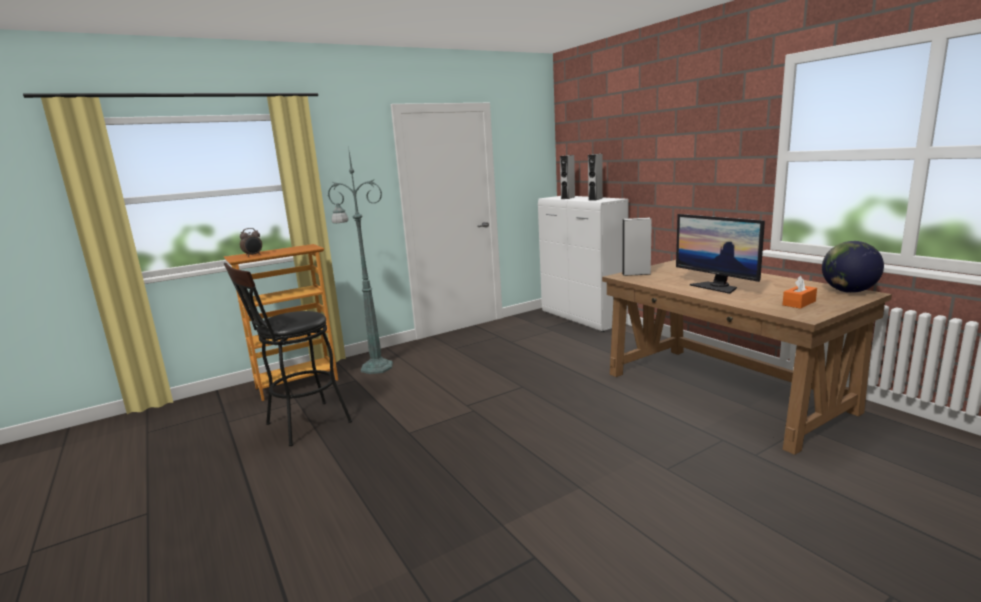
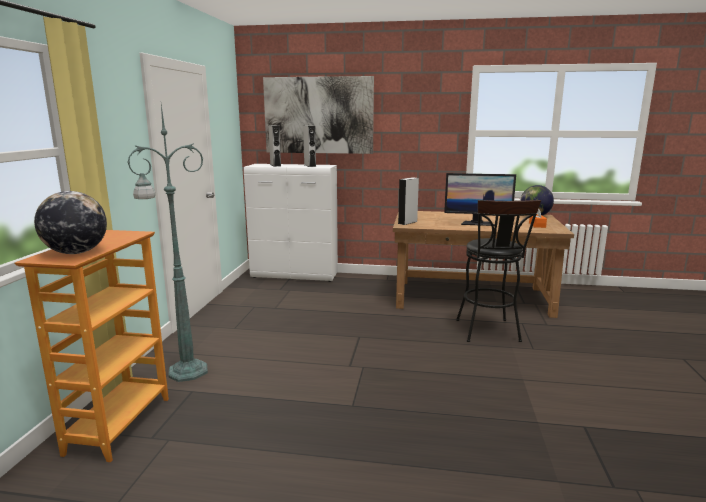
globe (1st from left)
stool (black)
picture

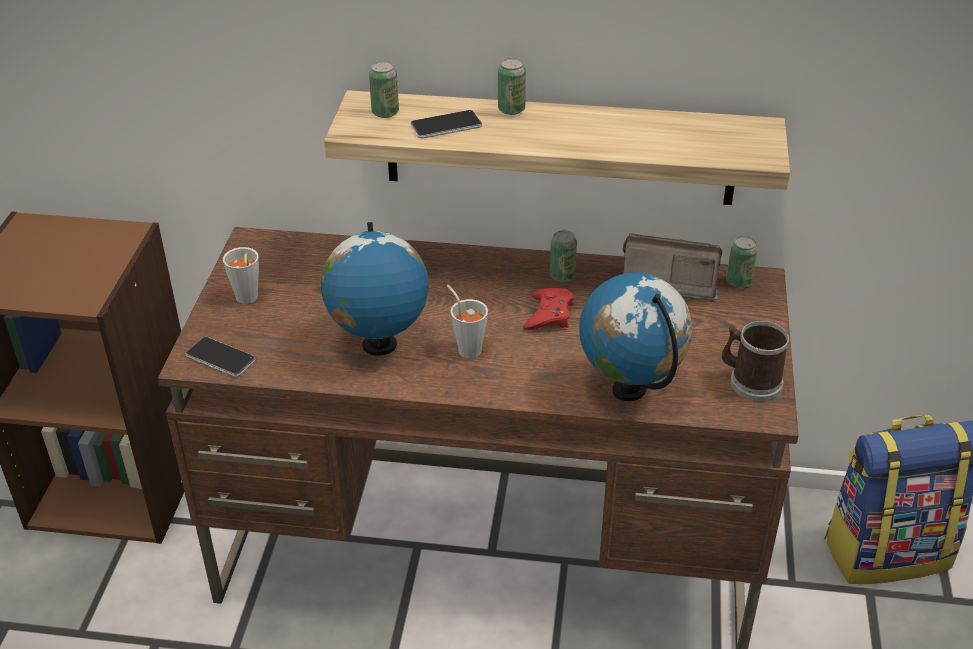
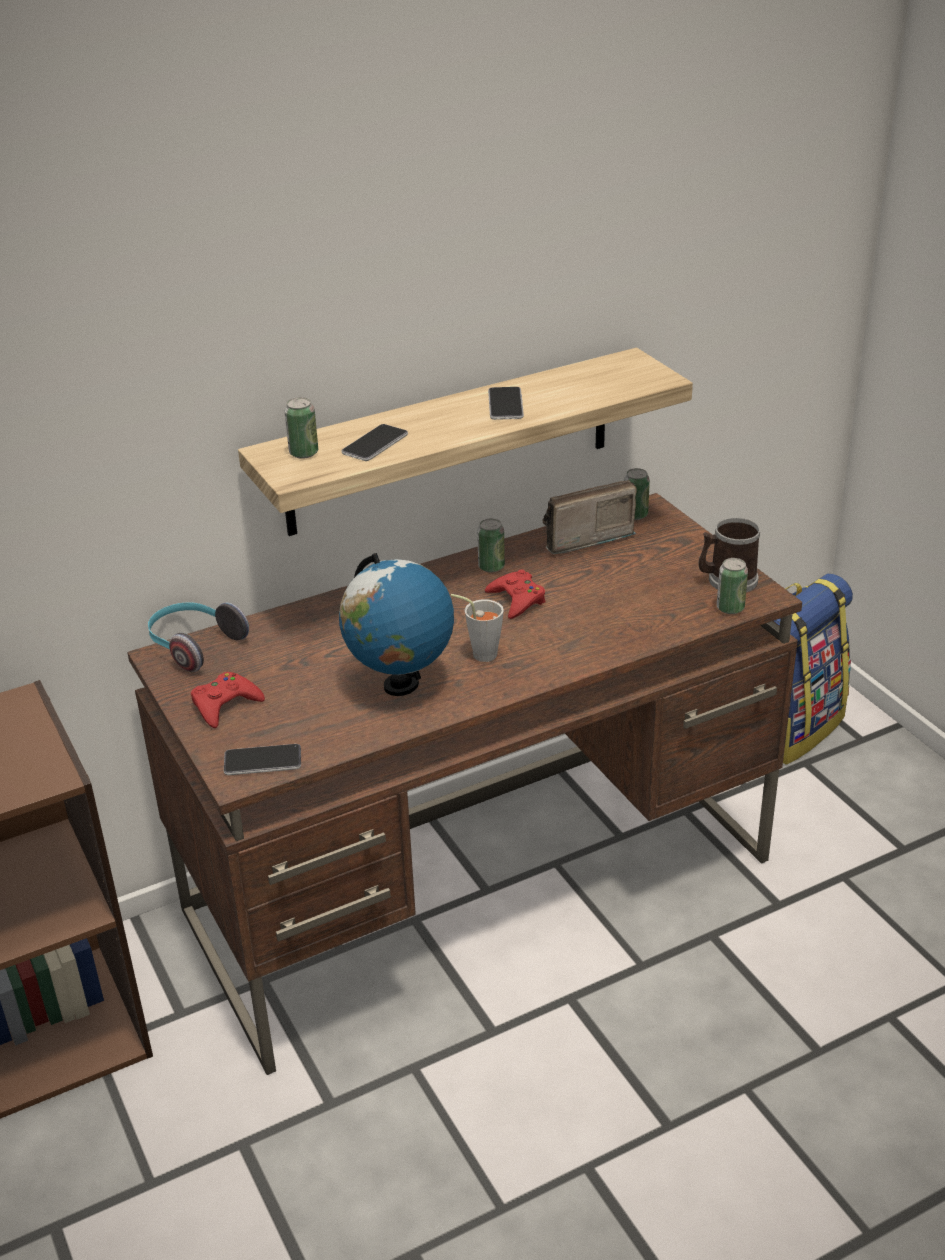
can (4th from left)
game controller (red) (1st from left)
globe (2nd from left in the first image)
phone (3rd from left)
headphones

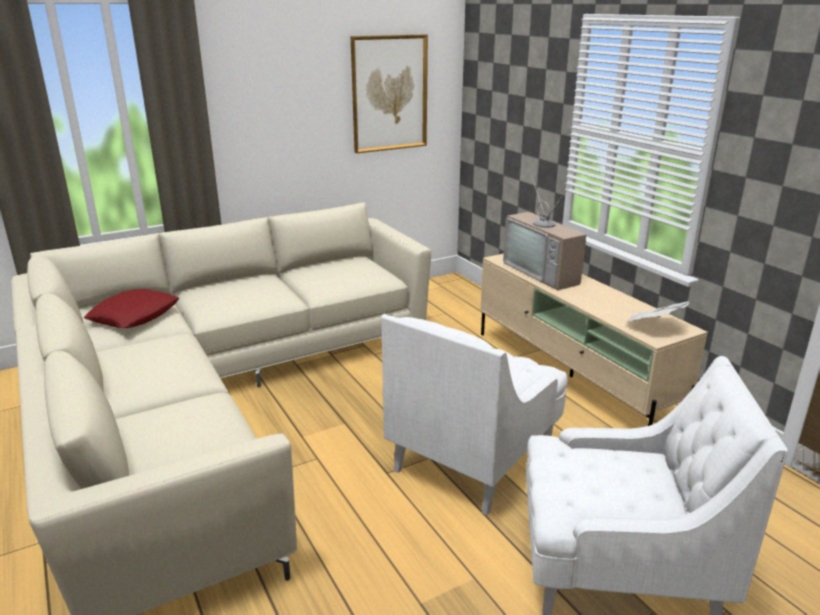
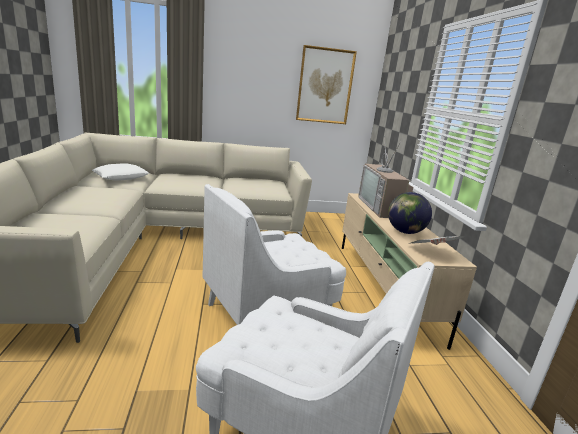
pillow (white)
globe

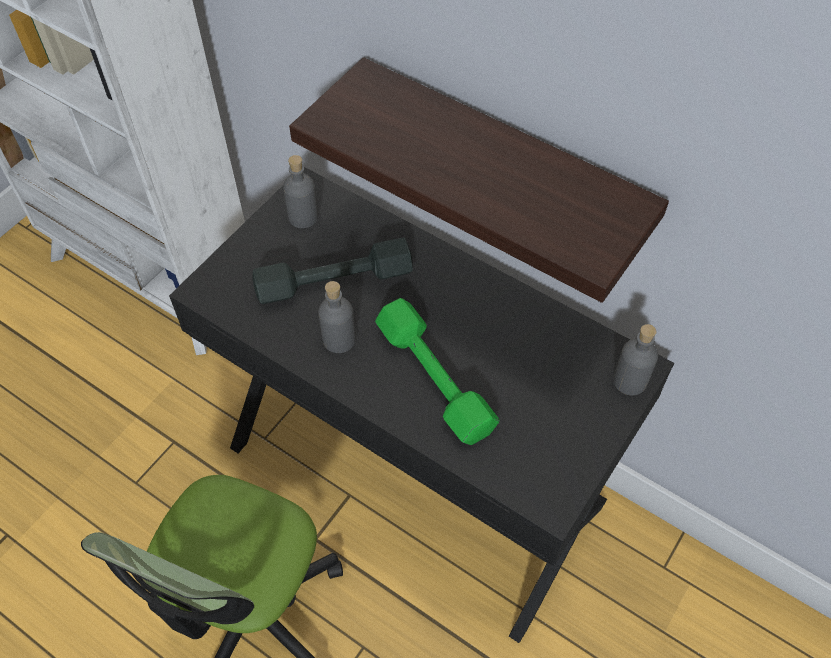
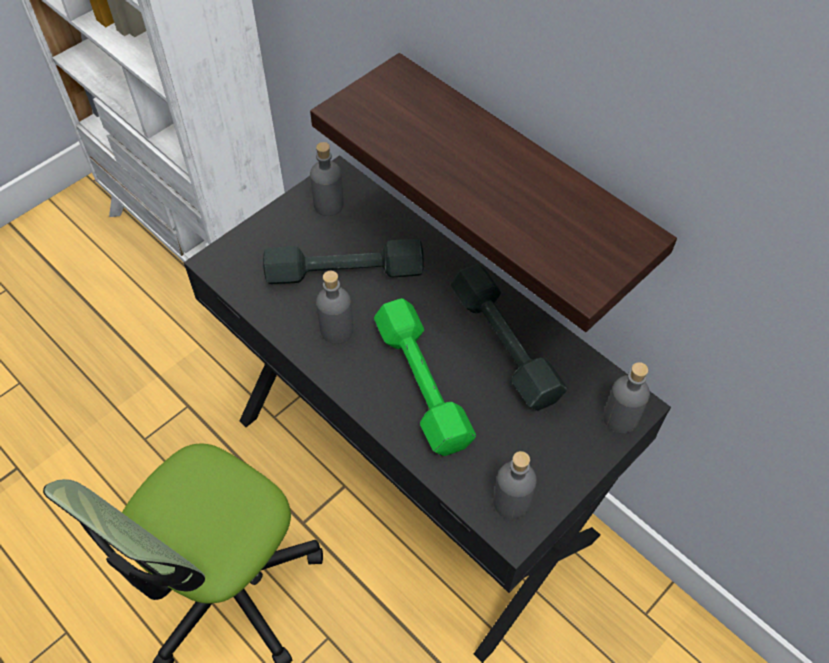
dumbbell (grey) (2nd from left)
bottle (grey) (3rd from left)

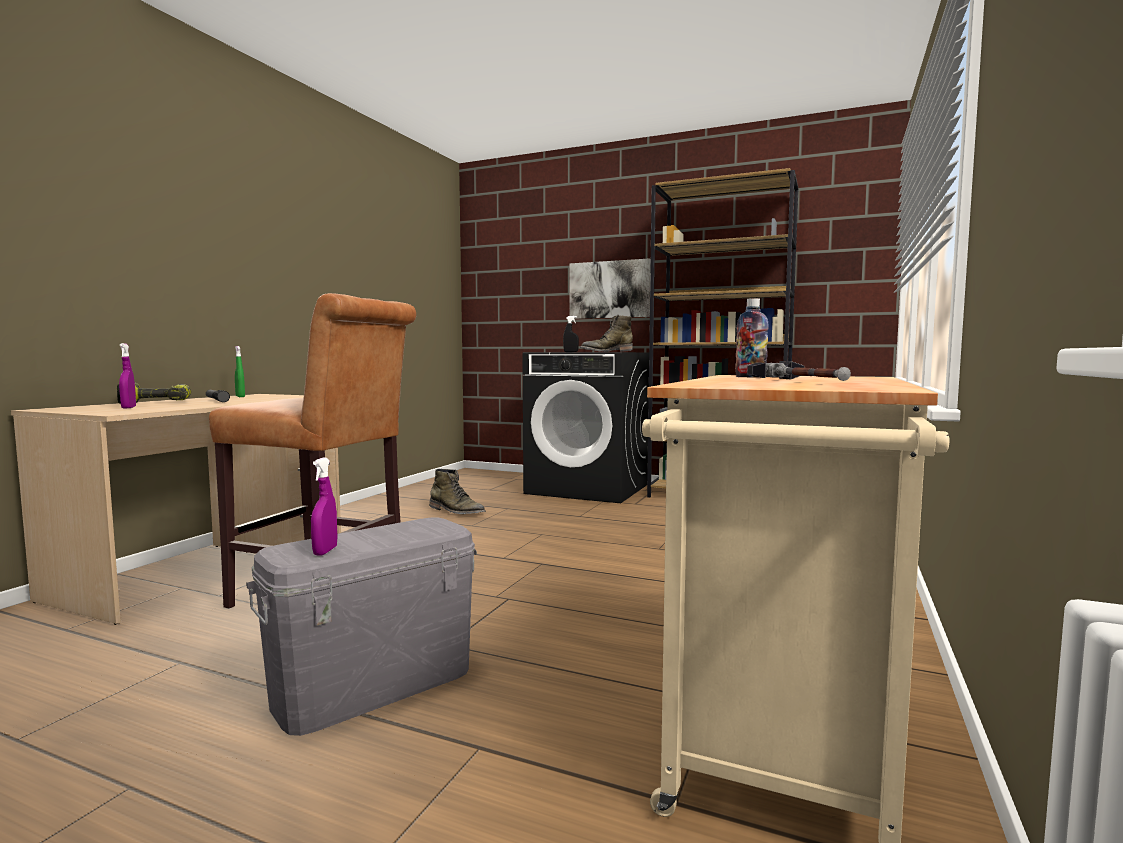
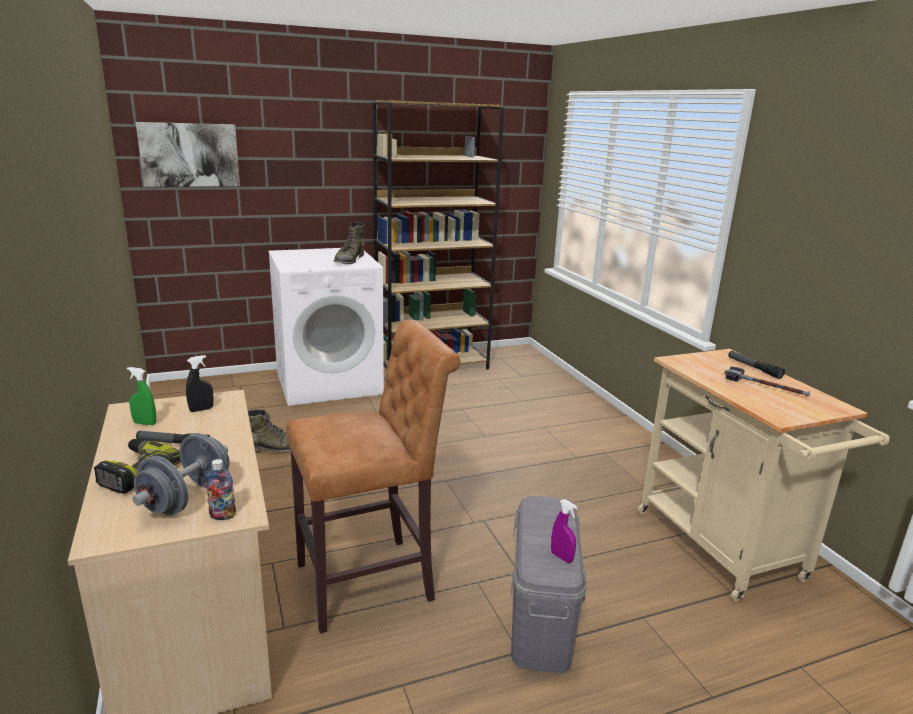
picture
bottle
spray bottle (black)
dumbbell (grey)
washing machine (white)
flashlight (2nd from left)

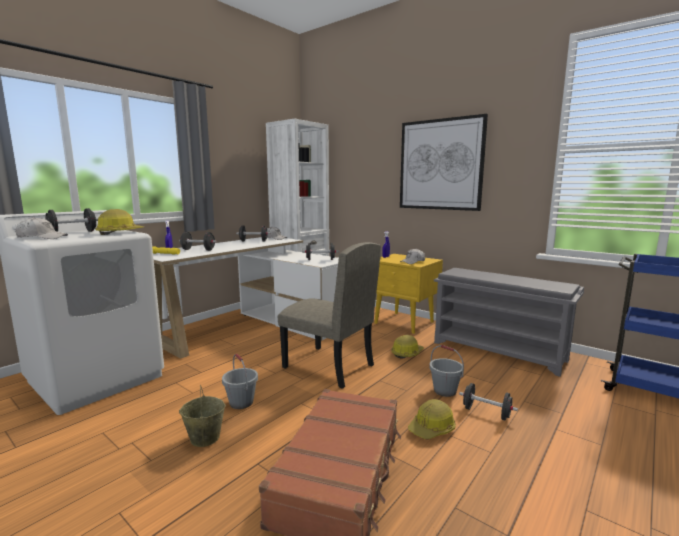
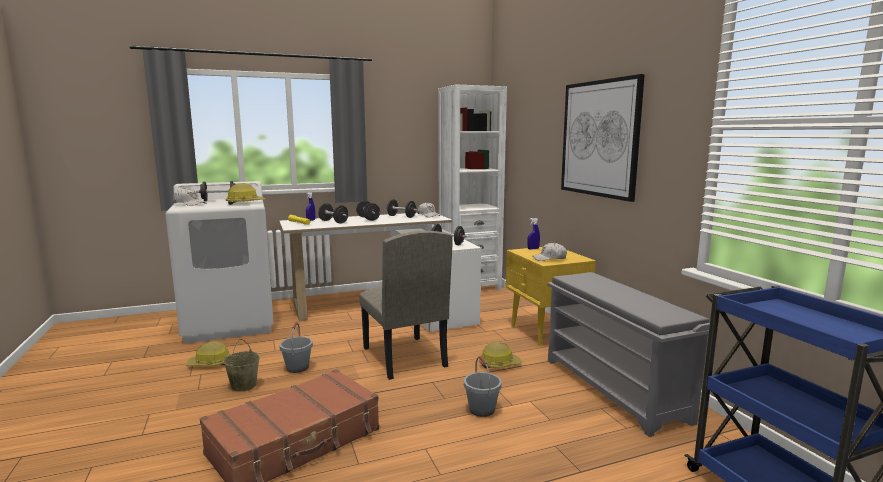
dumbbell (black) (3rd from left)
hard hat (1st from left)

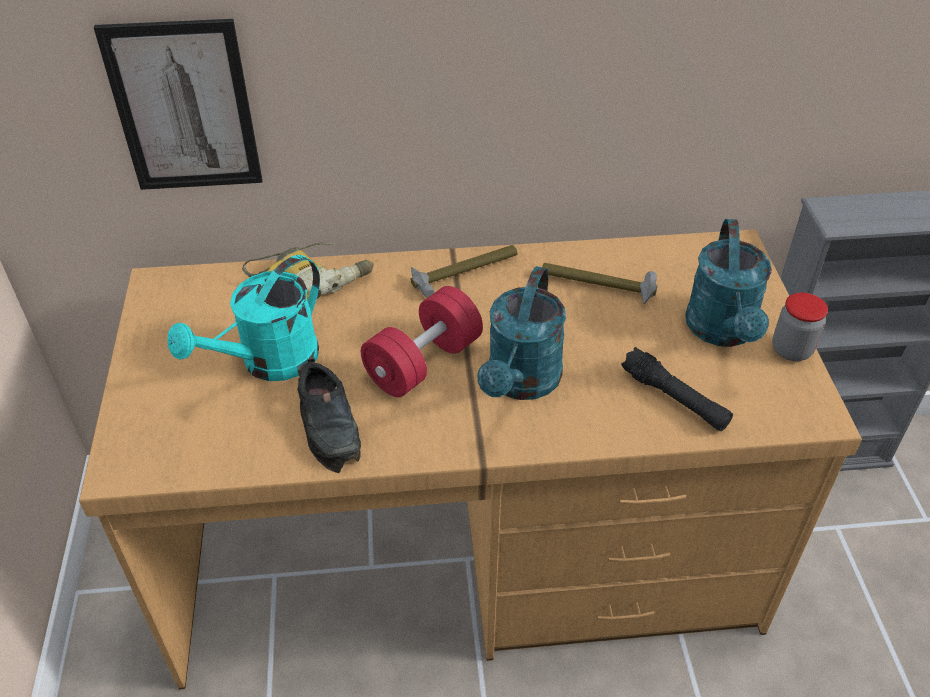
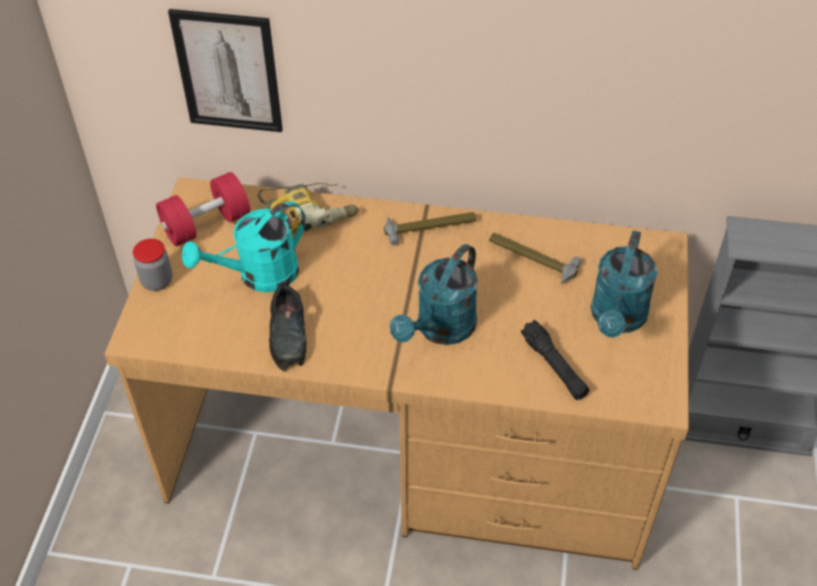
dumbbell (red)
jar

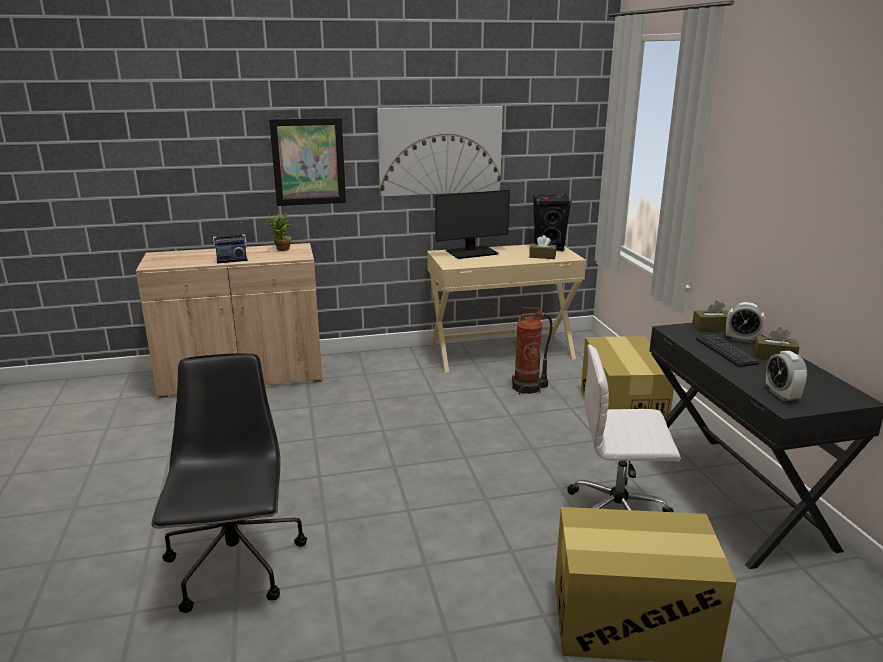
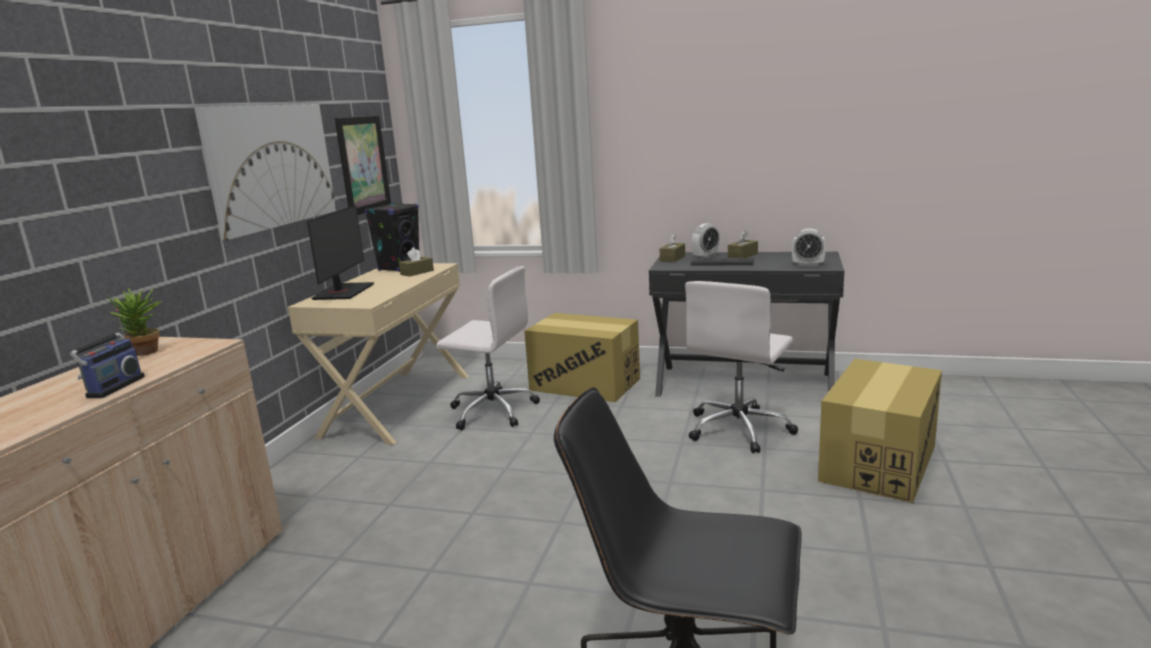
picture (2nd from left)
office chair (white) (1st from left)

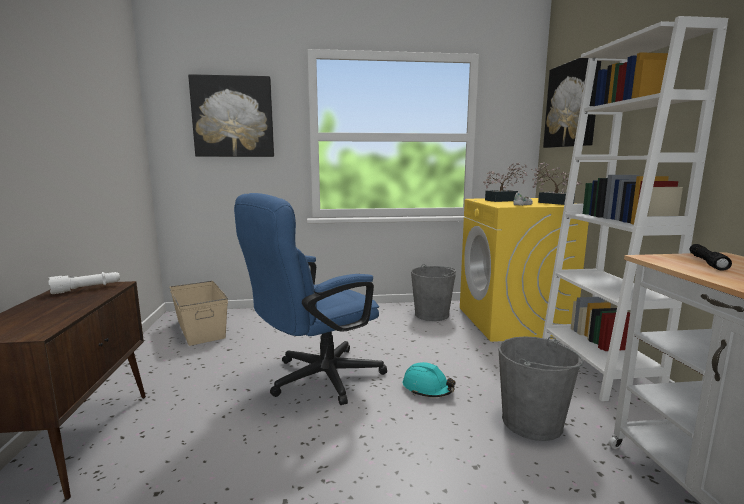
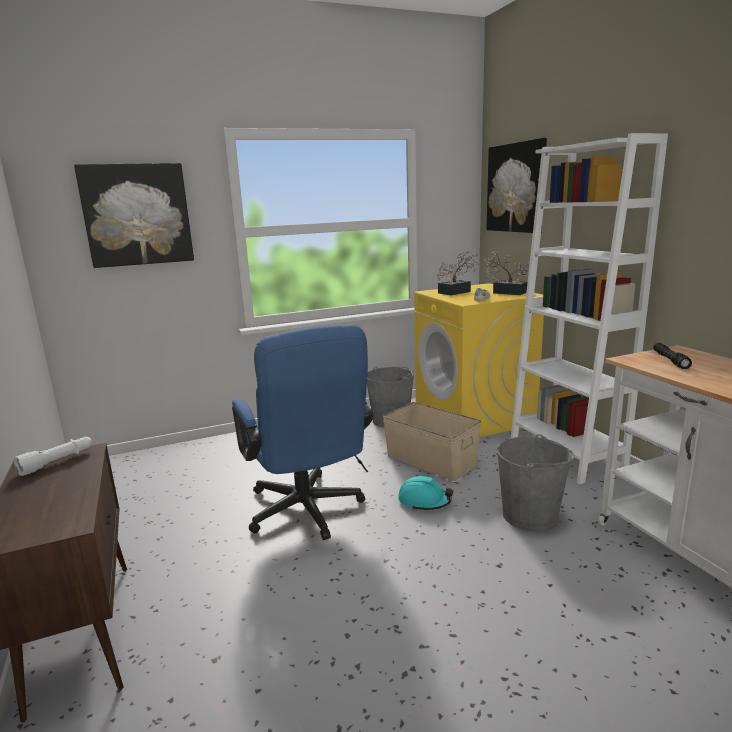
office chair (blue)
storage box (beige)

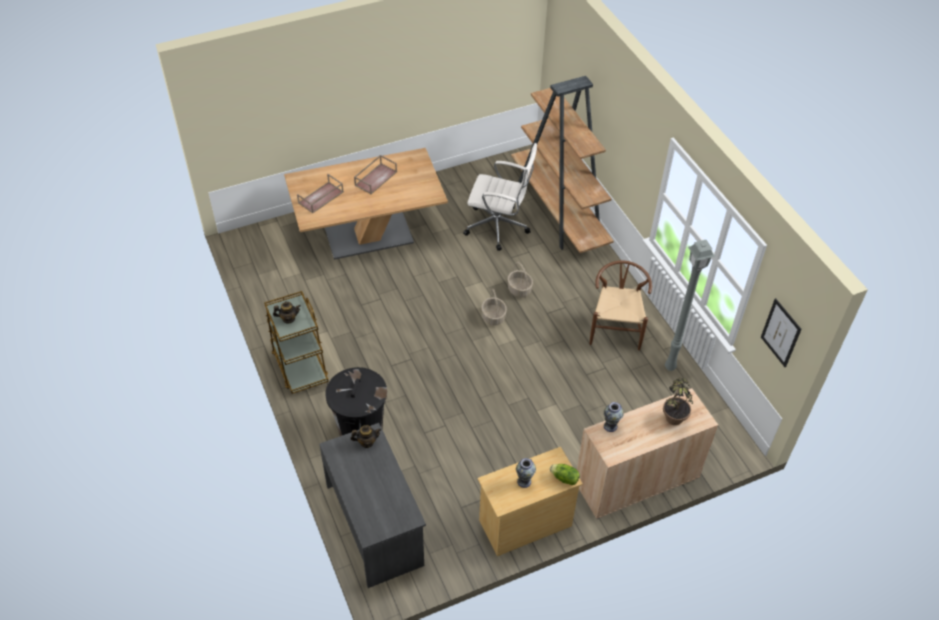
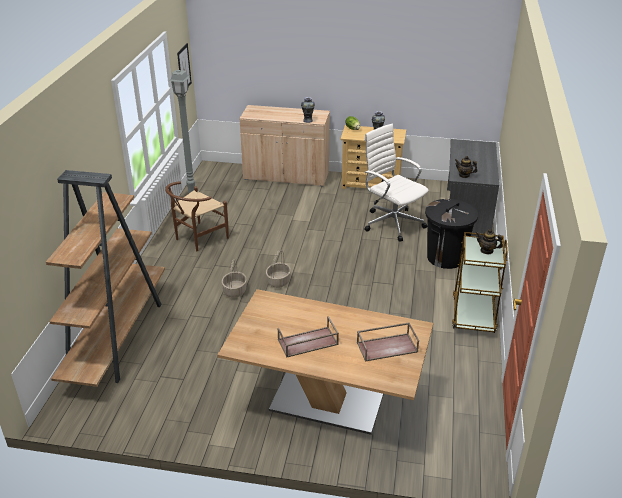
office chair (white)
potted plant

